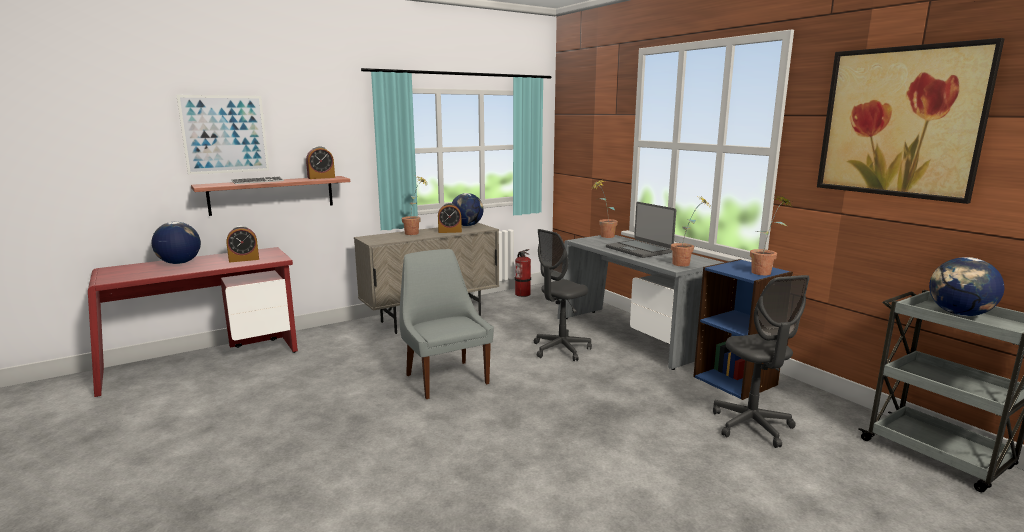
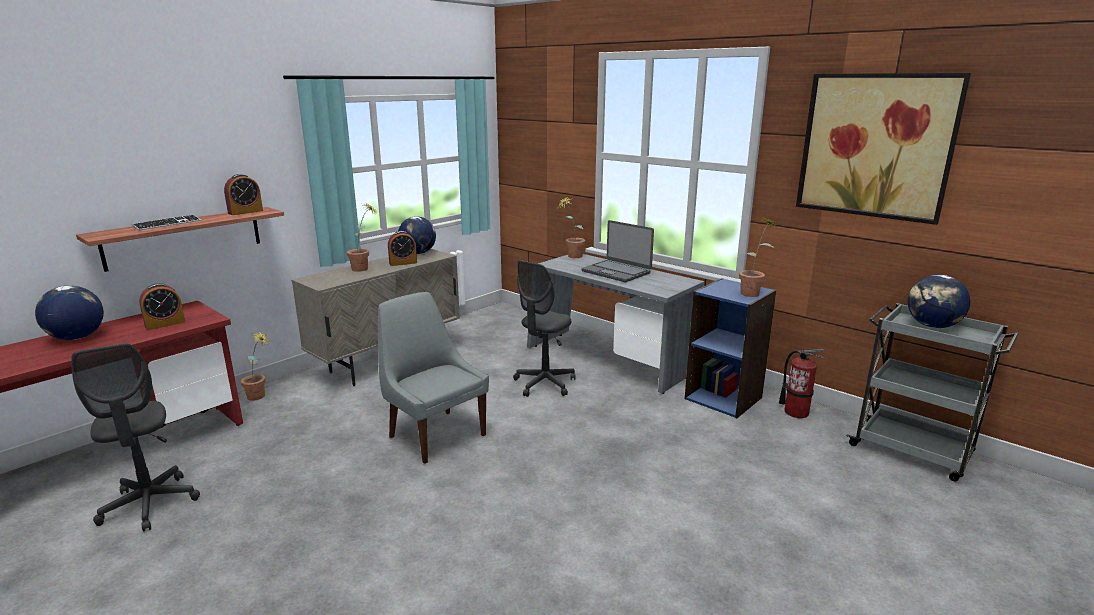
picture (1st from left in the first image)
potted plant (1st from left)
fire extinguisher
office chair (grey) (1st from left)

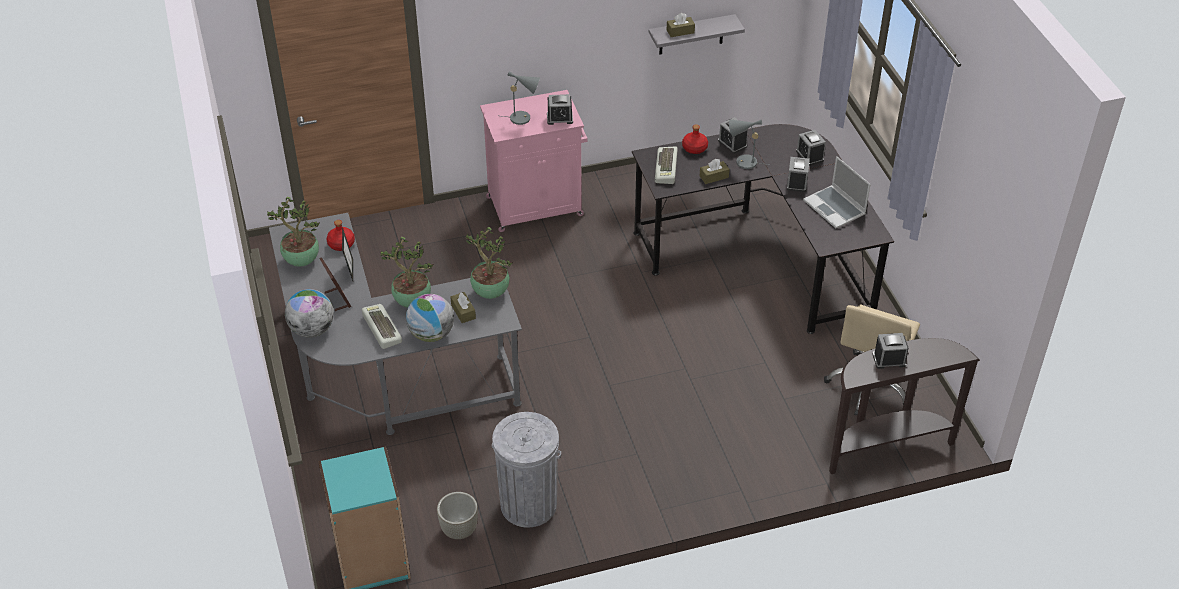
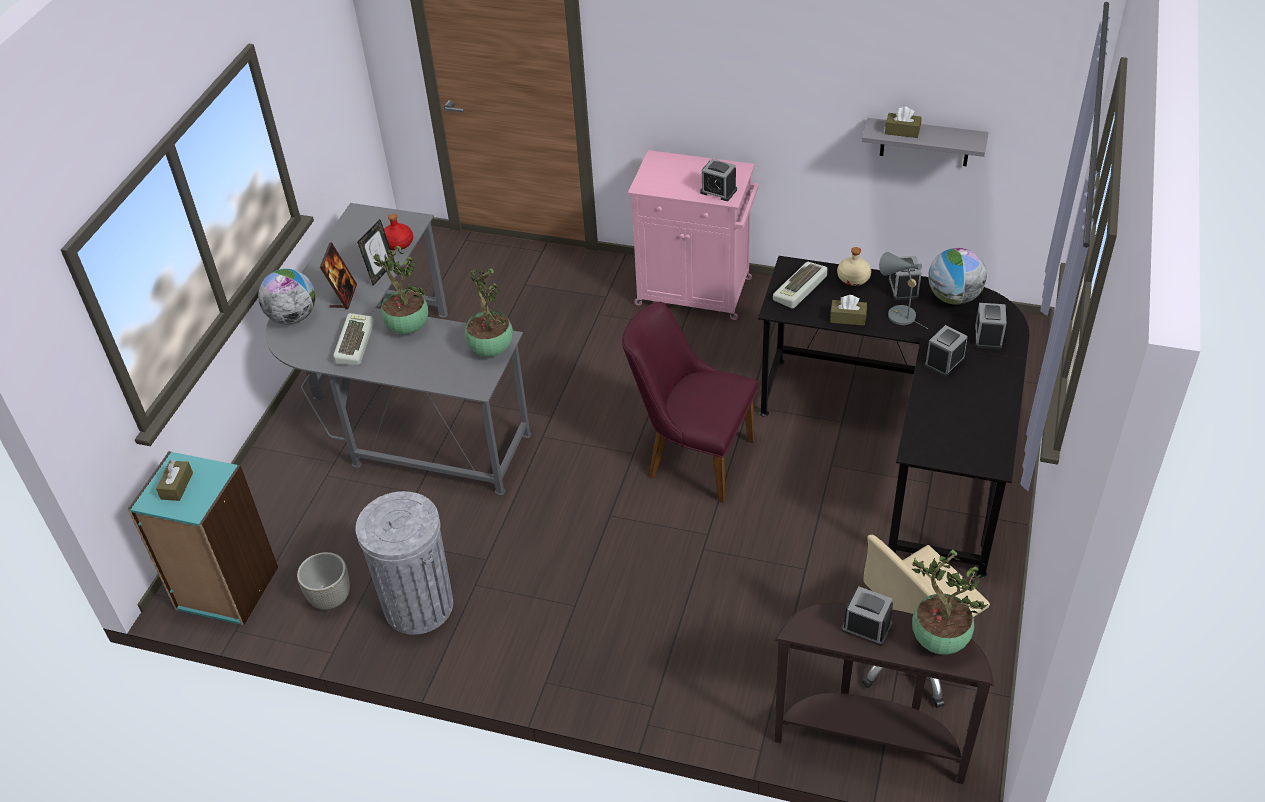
table lamp (grey) (1st from left in the first image)
bottle (beige)
laptop
potted plant (3rd from left)
tissue box (brown) (1st from left)
globe (2nd from left)
chair (purple)

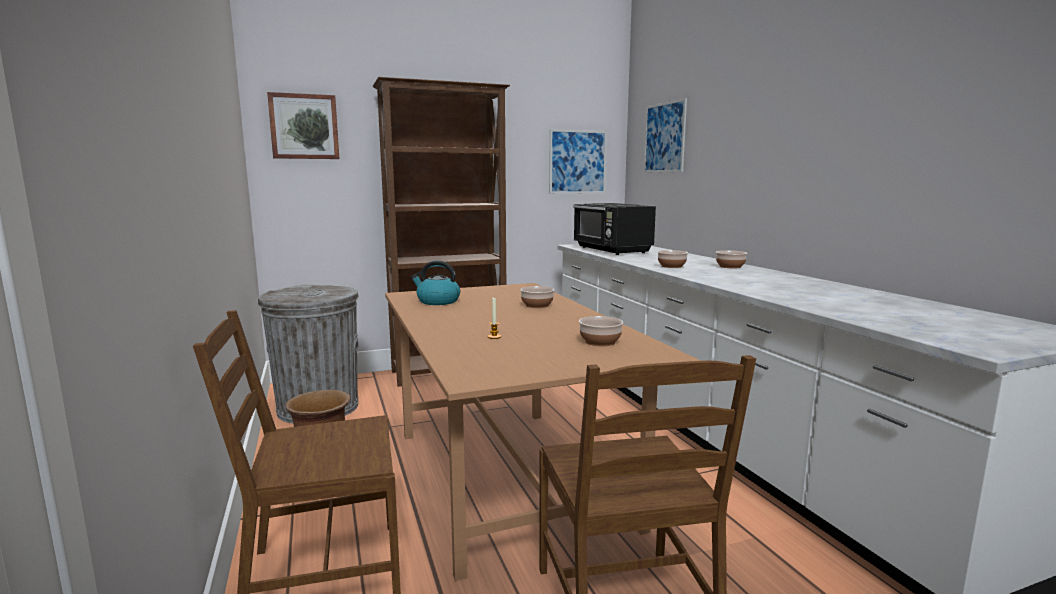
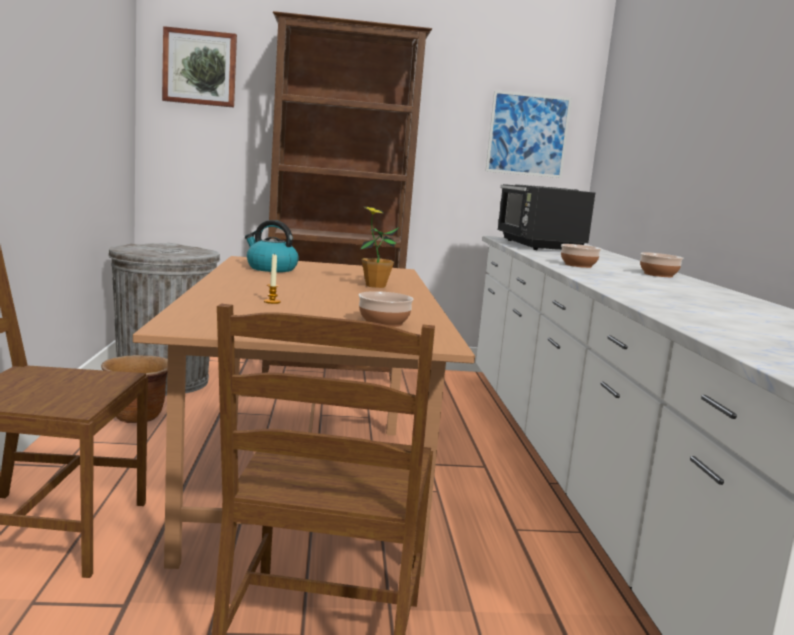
picture (3rd from left in the first image)
potted plant

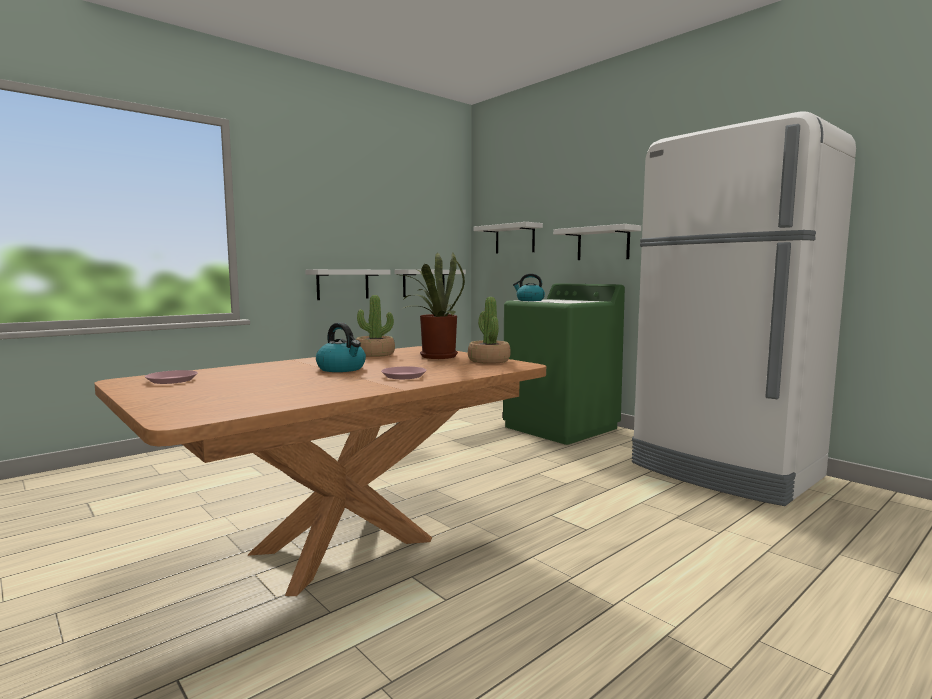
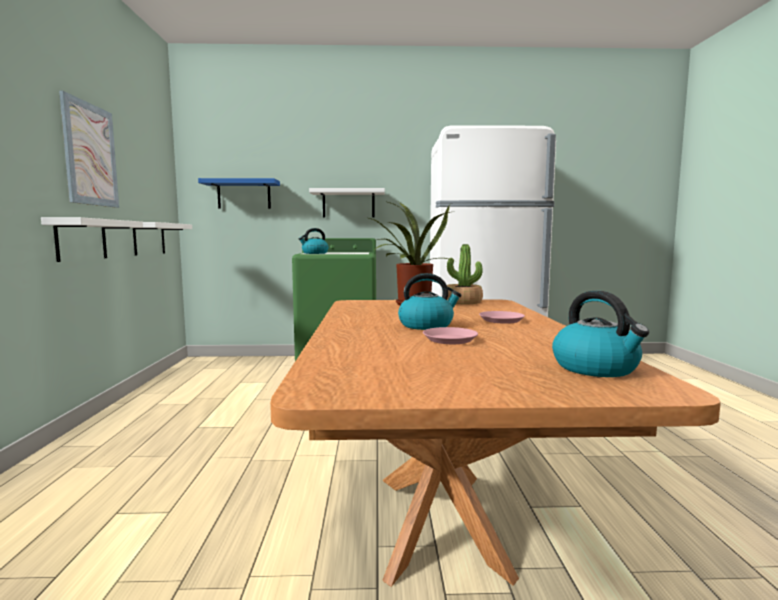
shelf (blue)
potted plant (1st from left in the first image)
plate (pink) (1st from left)
picture
kettle (3rd from left)

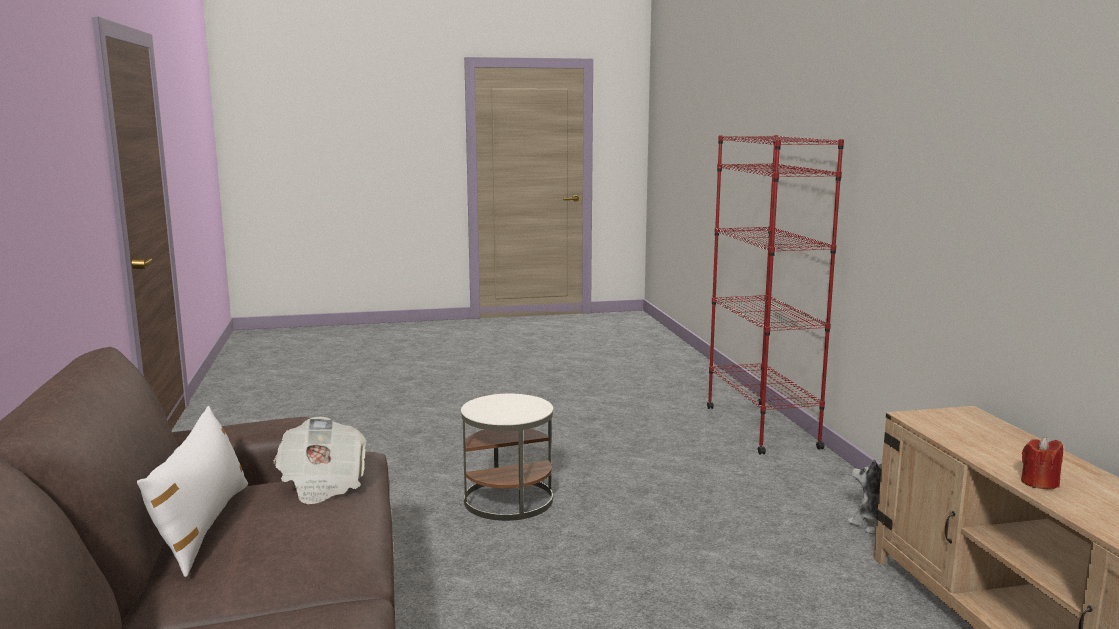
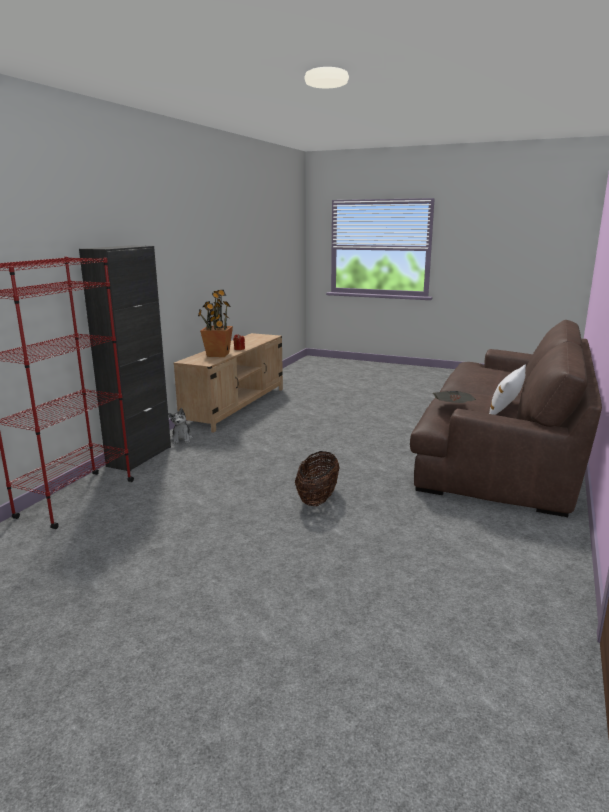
basket
cabinet (black)
potted plant

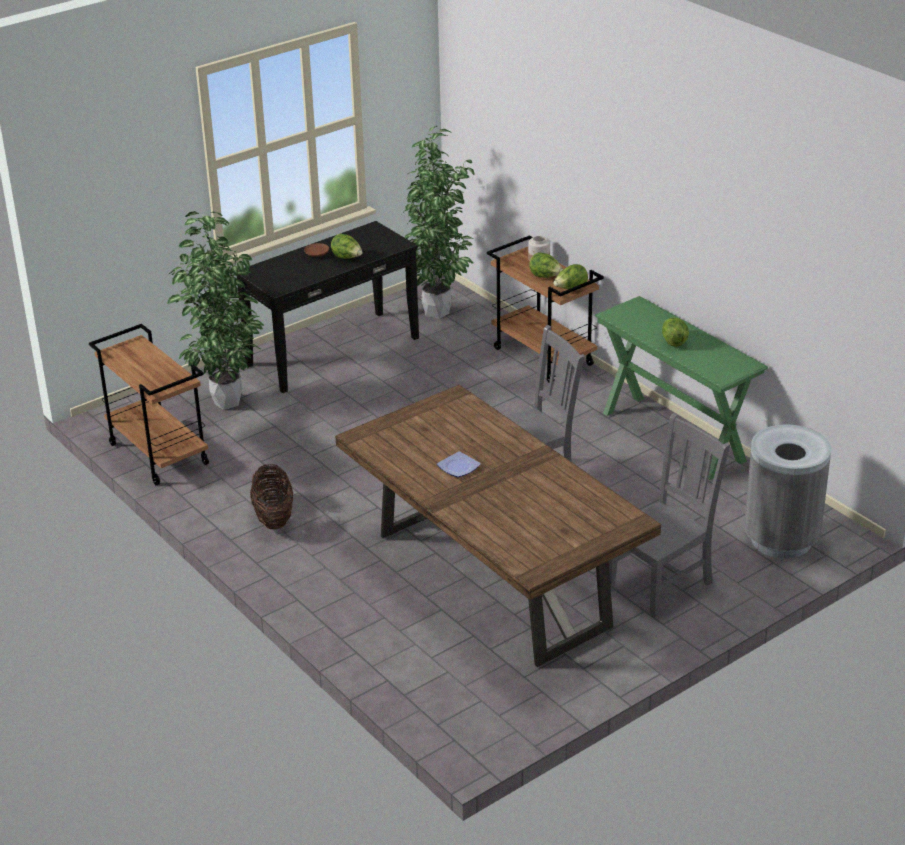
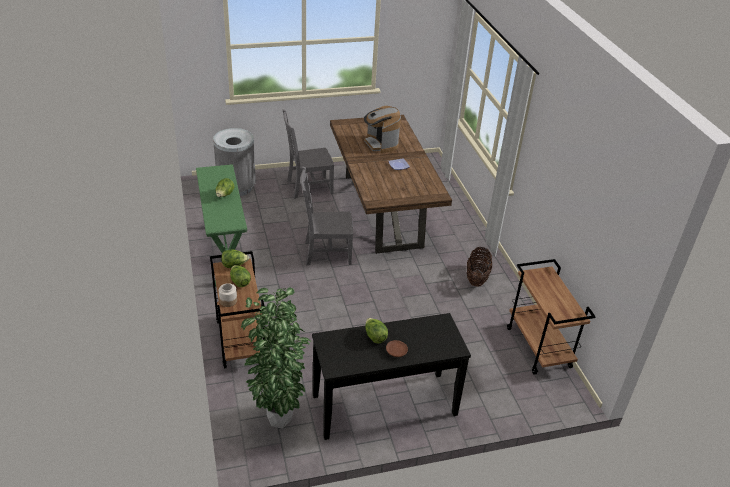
potted plant (1st from left in the first image)
coffee machine

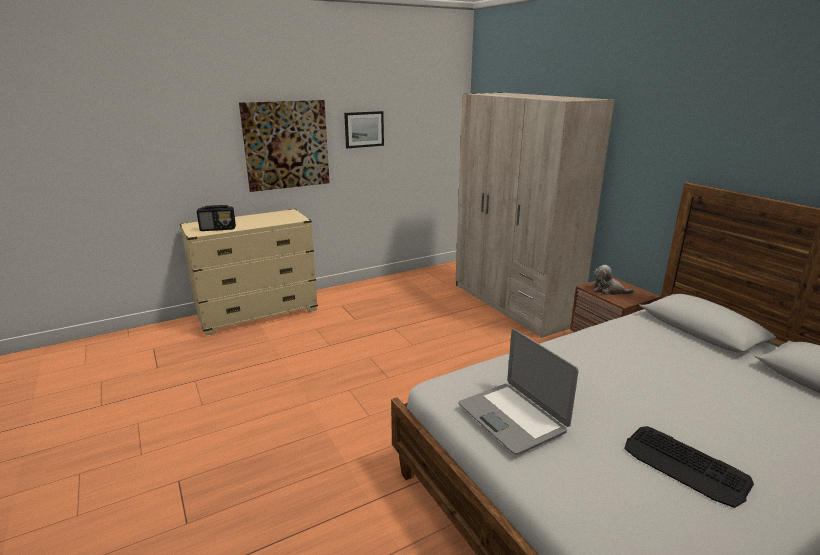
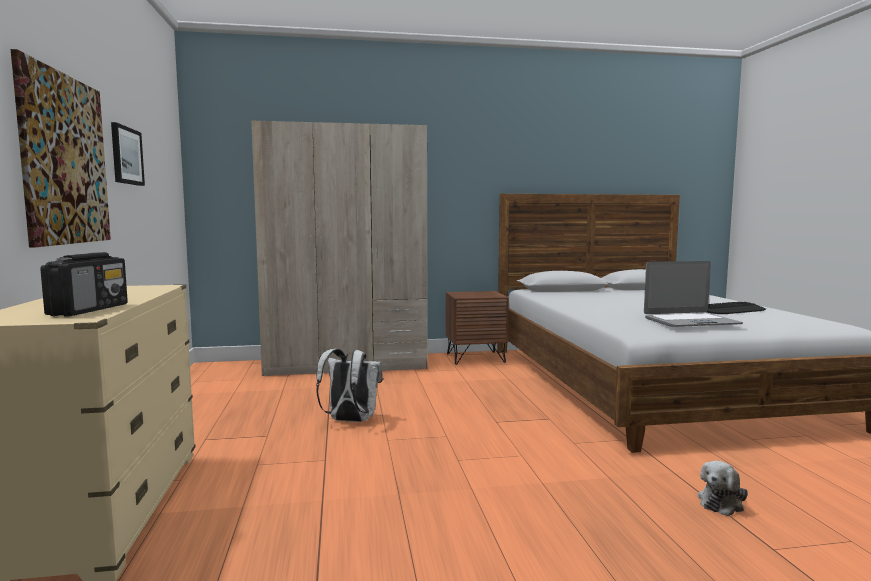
plush toy
backpack (white)

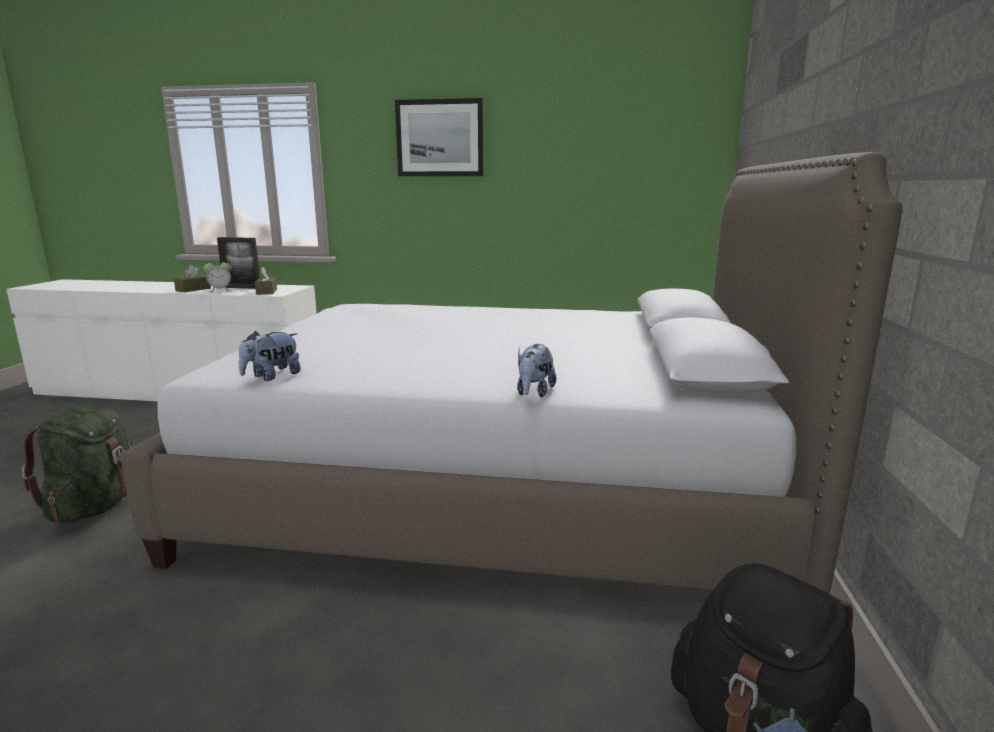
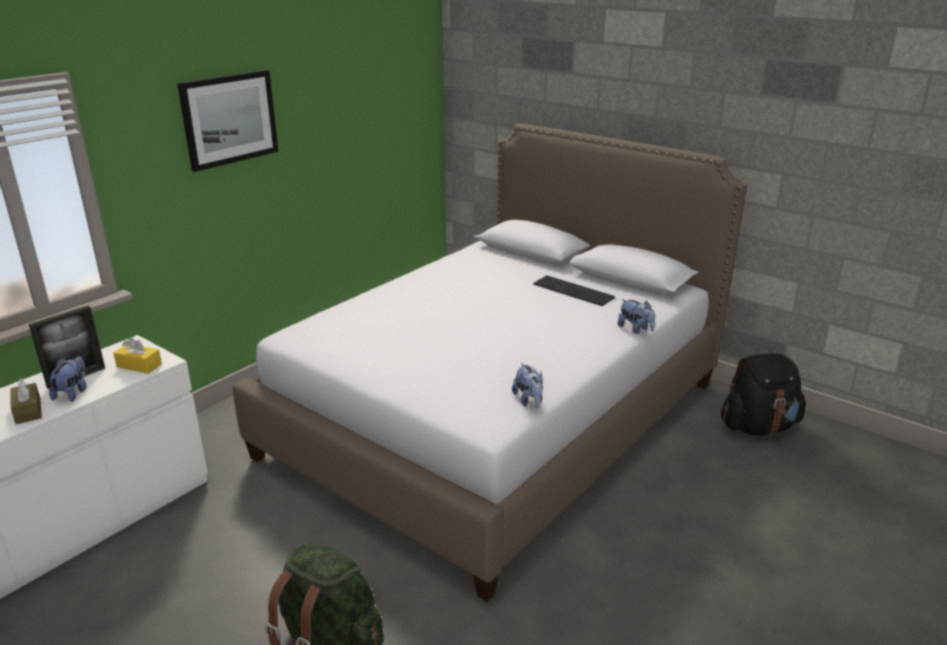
plush toy (1st from left)
tissue box (yellow)
keyboard

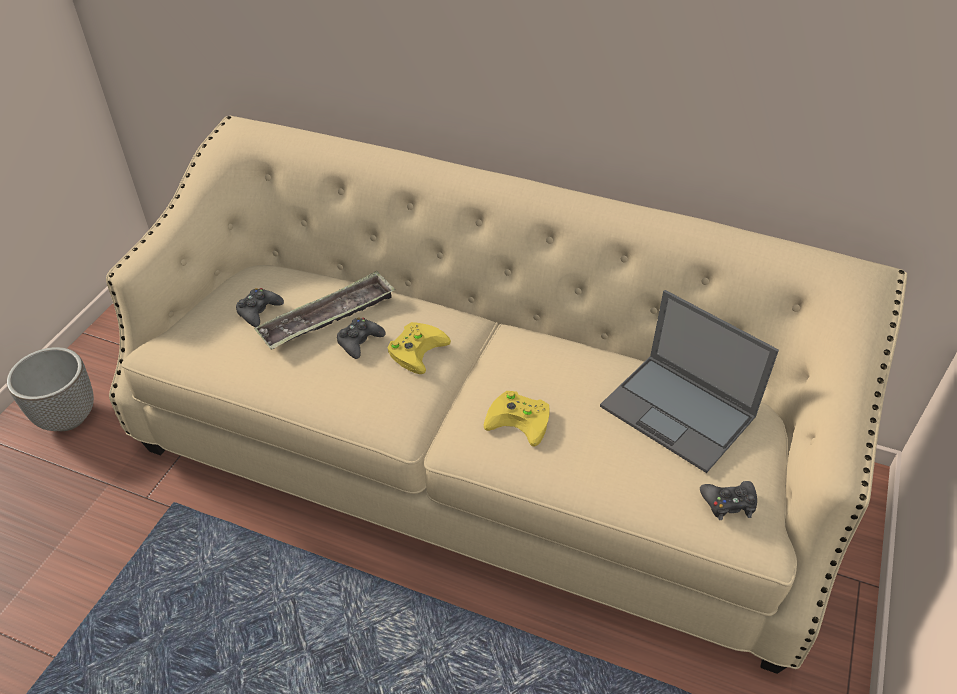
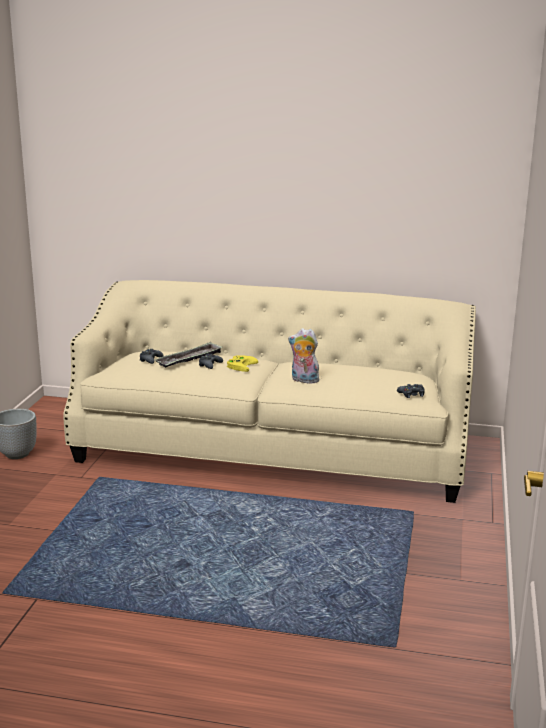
laptop
plush toy

